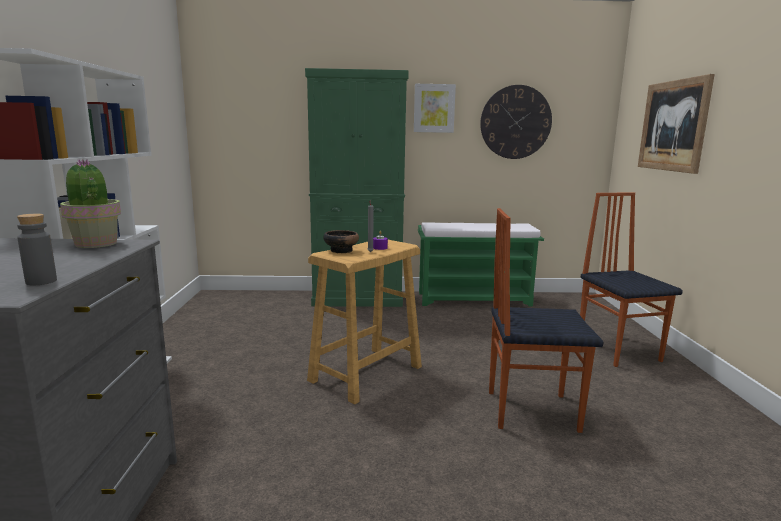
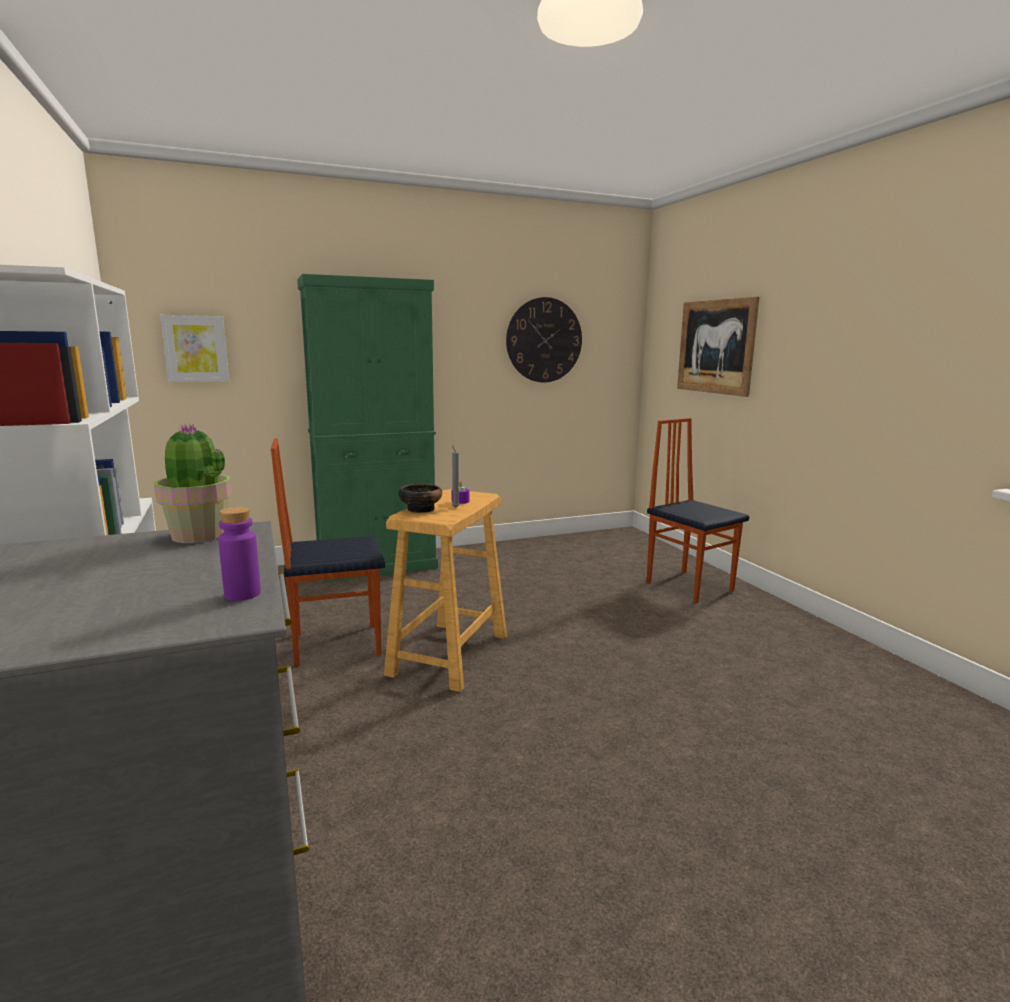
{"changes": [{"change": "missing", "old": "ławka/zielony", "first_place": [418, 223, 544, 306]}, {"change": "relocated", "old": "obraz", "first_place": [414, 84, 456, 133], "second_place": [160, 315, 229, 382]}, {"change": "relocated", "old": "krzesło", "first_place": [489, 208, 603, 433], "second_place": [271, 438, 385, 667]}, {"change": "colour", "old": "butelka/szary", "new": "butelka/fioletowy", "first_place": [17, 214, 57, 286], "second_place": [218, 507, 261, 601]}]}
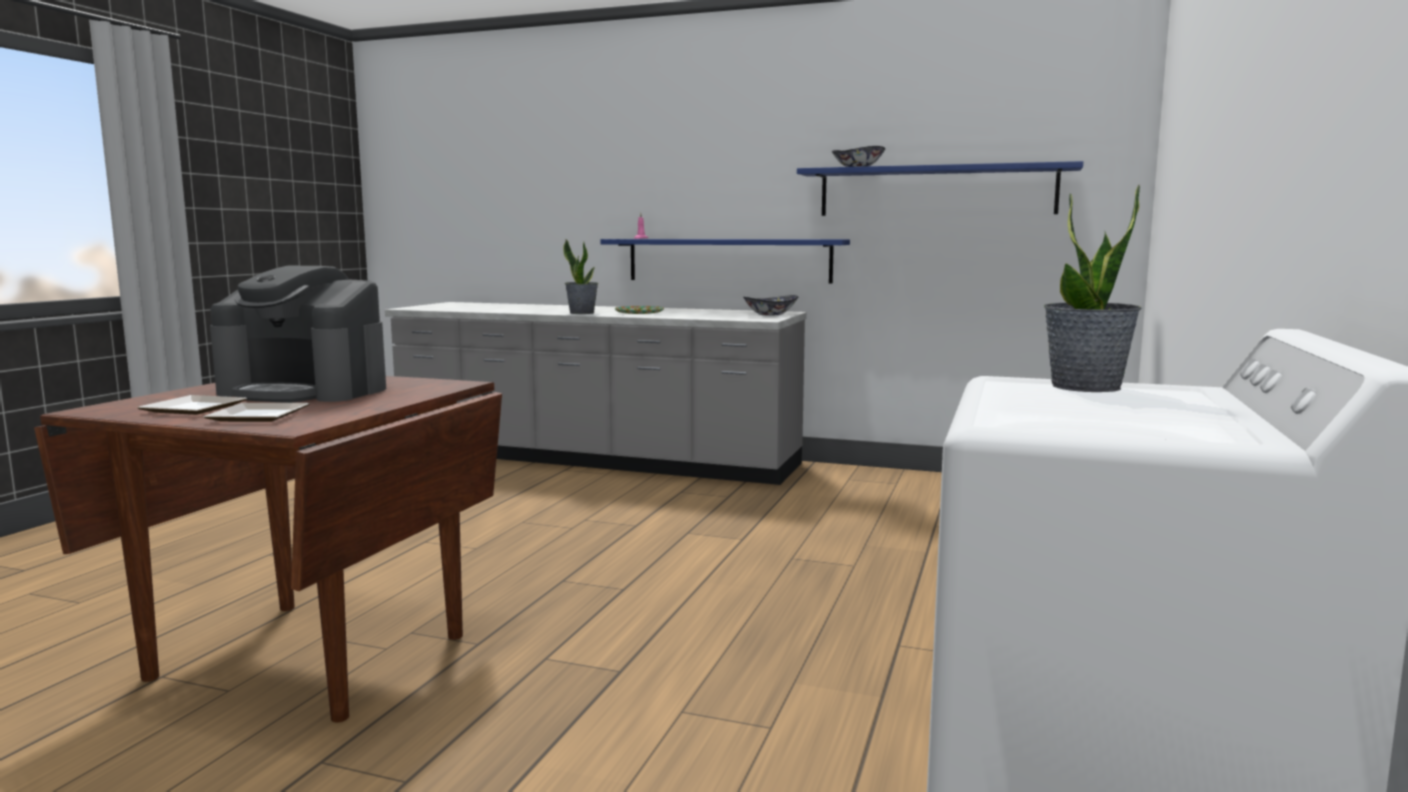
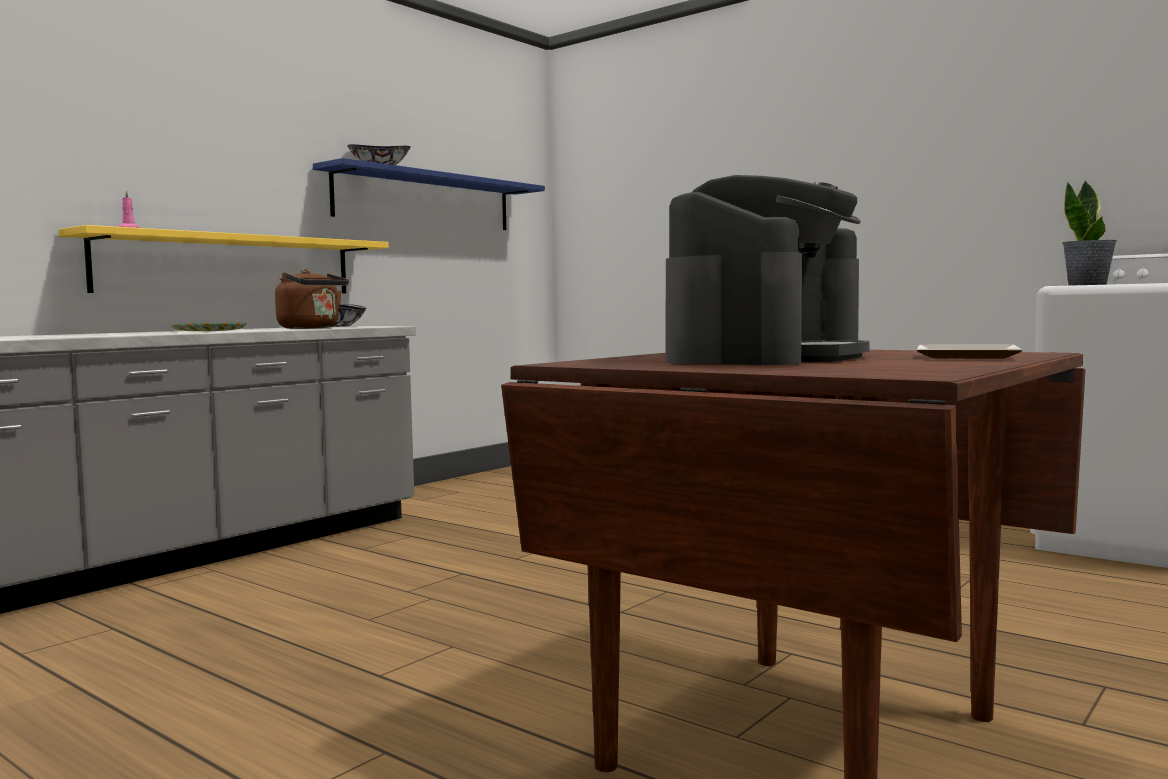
{"changes": [{"change": "missing", "old": "talerz", "first_place": [137, 395, 247, 415]}, {"change": "missing", "old": "roślina doniczkowa", "first_place": [563, 239, 598, 314]}, {"change": "appeared", "new": "czajnik/brązowy", "second_place": [275, 269, 349, 329]}, {"change": "colour", "old": "półka/niebieski", "new": "półka/żółty", "first_place": [600, 239, 850, 284], "second_place": [59, 225, 389, 293]}]}
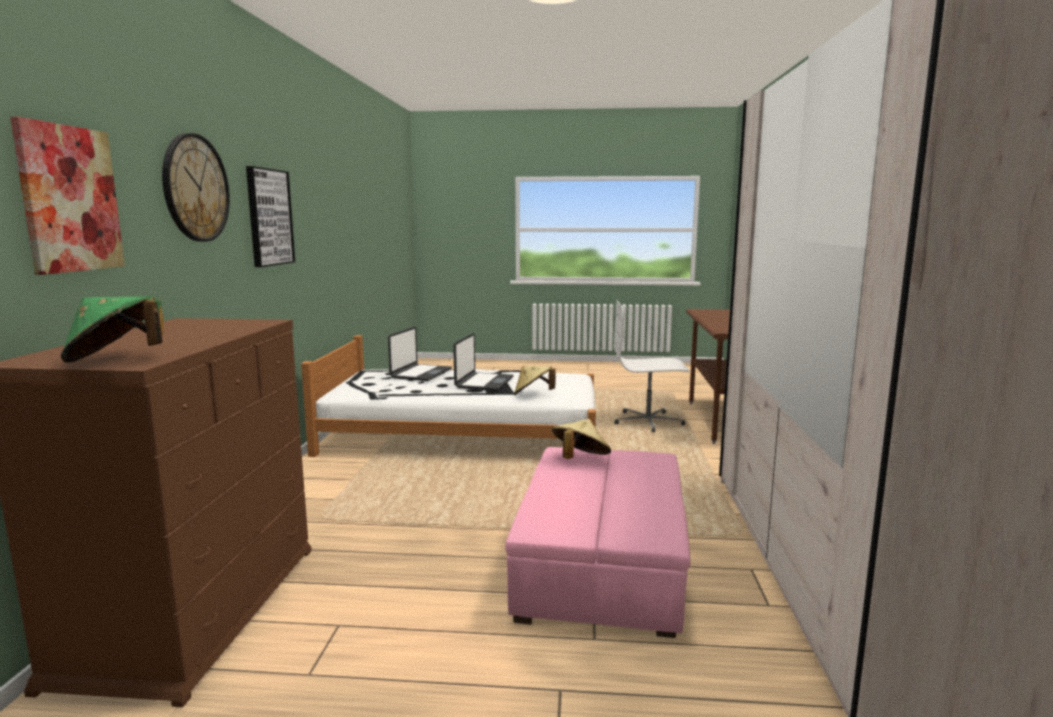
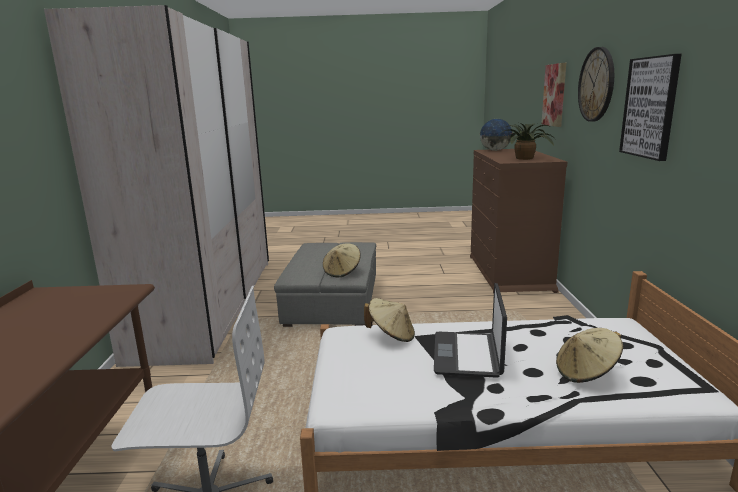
{"changes": [{"change": "appeared", "new": "roślina doniczkowa", "second_place": [502, 123, 554, 160]}, {"change": "exchanged", "old": "kapelusz/zielony", "new": "globus", "first_place": [61, 296, 164, 363], "second_place": [480, 119, 512, 151]}, {"change": "exchanged", "old": "laptop", "new": "kapelusz/beżowy", "first_place": [388, 327, 452, 381], "second_place": [556, 328, 623, 383]}, {"change": "colour", "old": "pufa/różowy", "new": "pufa/szary", "first_place": [505, 447, 691, 638], "second_place": [274, 242, 376, 327]}]}
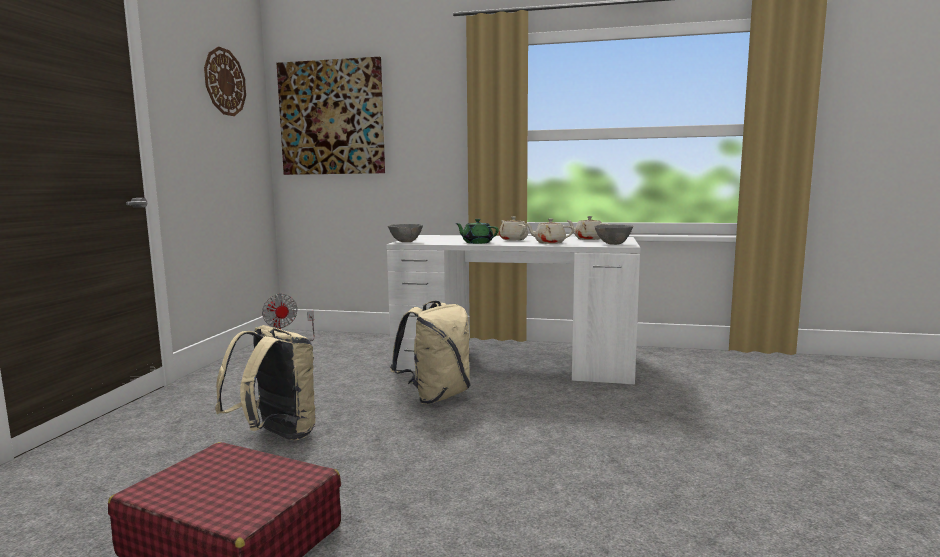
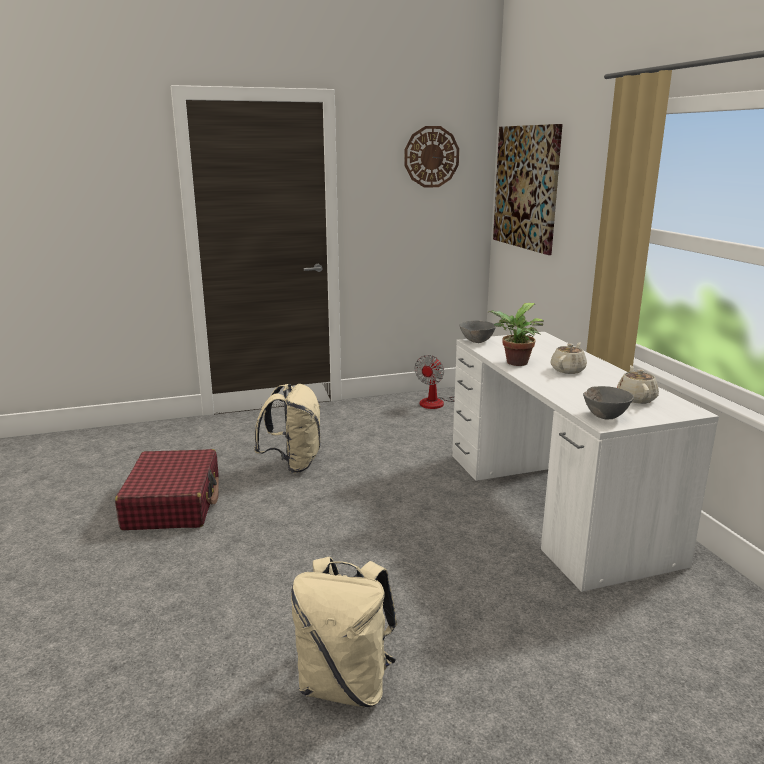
{"changes": [{"change": "missing", "old": "imbryk/beżowy", "first_place": [524, 218, 574, 244]}, {"change": "relocated", "old": "plecak/beżowy", "first_place": [390, 301, 470, 404], "second_place": [291, 556, 397, 707]}, {"change": "exchanged", "old": "imbryk/zielony", "new": "roślina doniczkowa", "first_place": [455, 219, 499, 244], "second_place": [488, 303, 544, 366]}]}
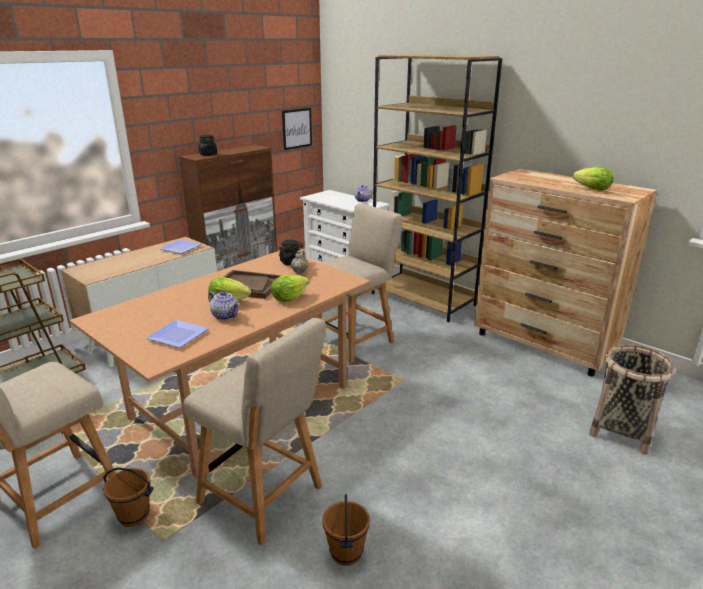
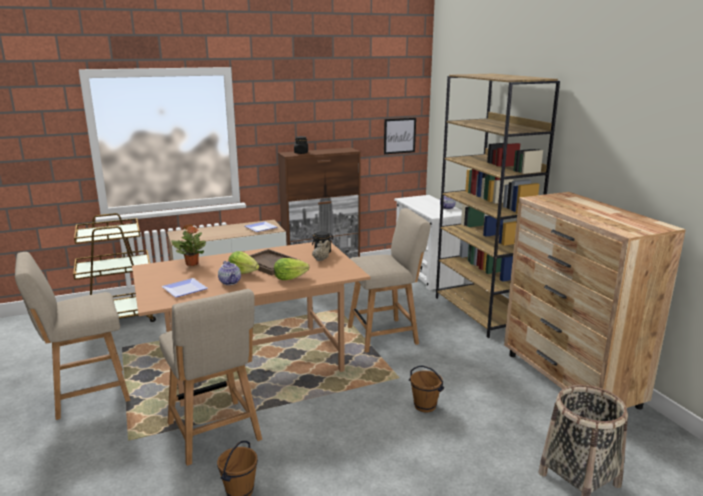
{"changes": [{"change": "missing", "old": "sałata", "first_place": [573, 167, 613, 191]}, {"change": "appeared", "new": "roślina doniczkowa", "second_place": [171, 224, 206, 266]}, {"change": "relocated", "old": "wiadro/brązowy", "first_place": [103, 467, 154, 527], "second_place": [409, 366, 444, 413]}]}
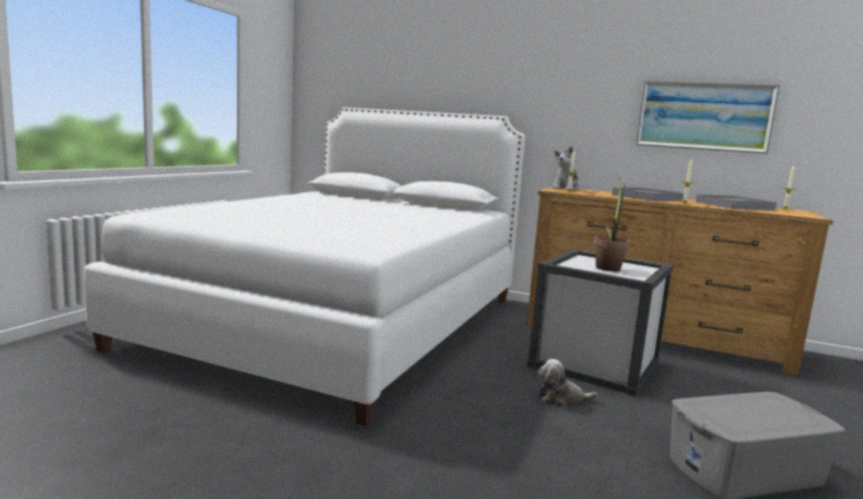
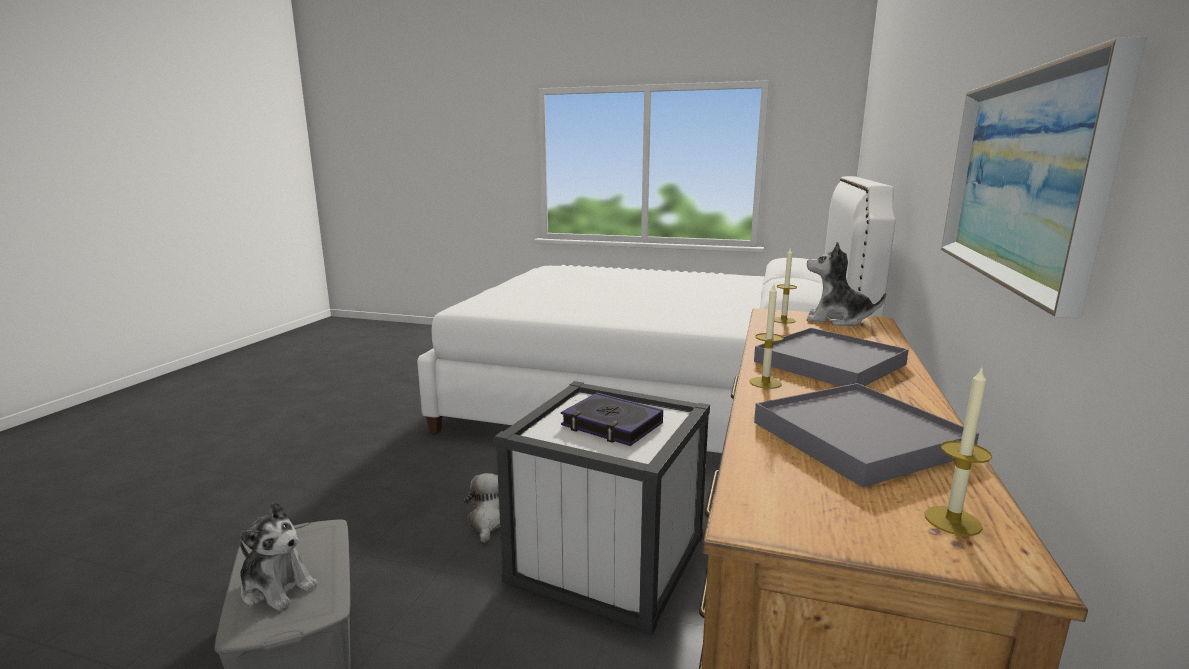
{"changes": [{"change": "appeared", "new": "pluszak", "second_place": [240, 502, 318, 611]}, {"change": "exchanged", "old": "roślina doniczkowa", "new": "książka", "first_place": [593, 177, 630, 271], "second_place": [561, 393, 663, 446]}]}
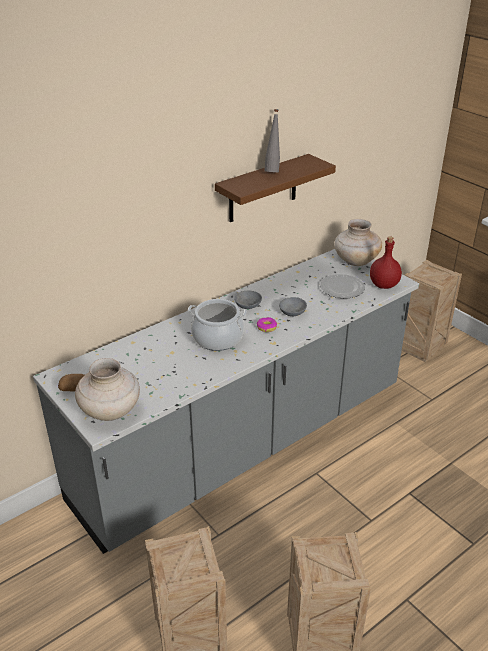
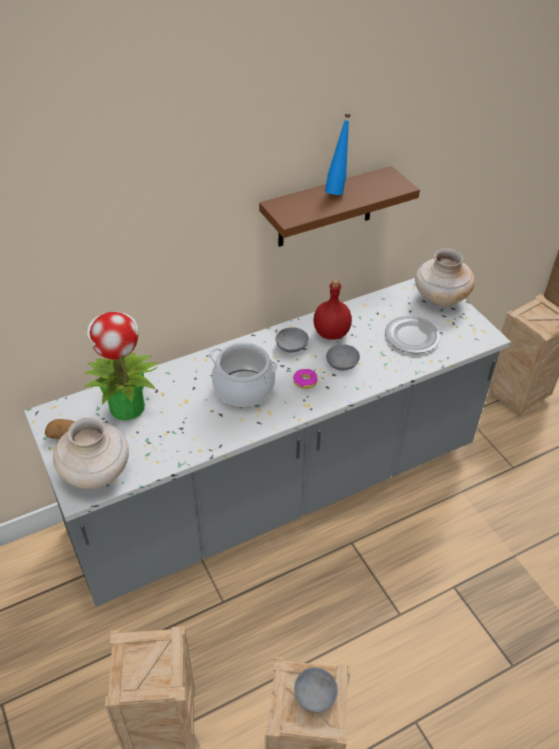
{"changes": [{"change": "appeared", "new": "roślina doniczkowa", "second_place": [84, 312, 159, 421]}, {"change": "appeared", "new": "miska/szary", "second_place": [294, 667, 338, 713]}, {"change": "relocated", "old": "butelka/czerwony", "first_place": [370, 236, 402, 289], "second_place": [313, 279, 352, 340]}, {"change": "colour", "old": "butelka/szary", "new": "butelka/niebieski", "first_place": [264, 109, 280, 172], "second_place": [325, 114, 350, 195]}]}
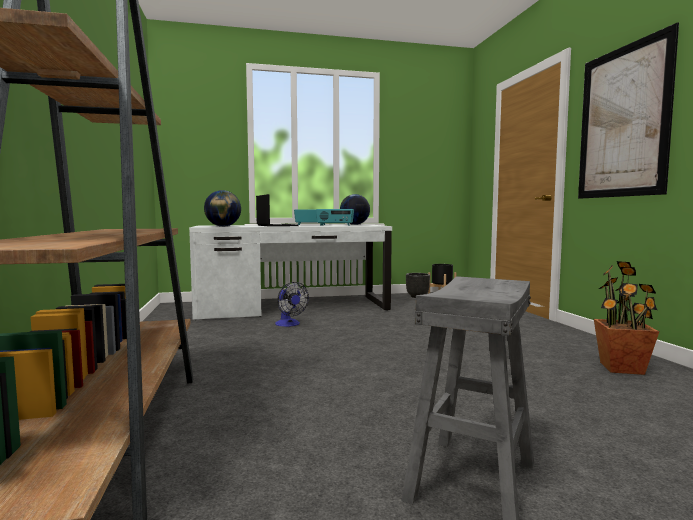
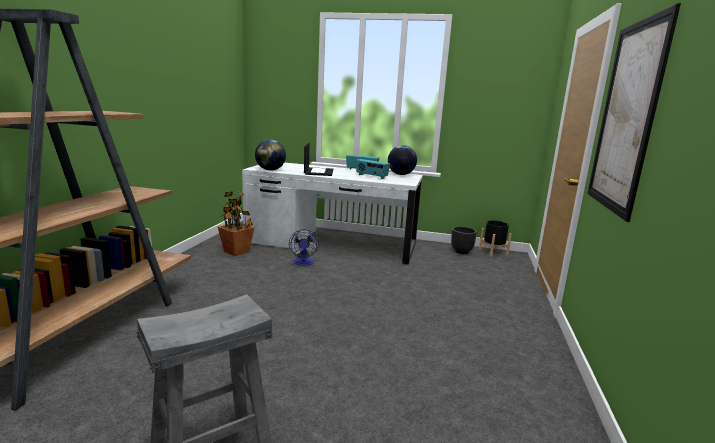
{"changes": [{"change": "relocated", "old": "roślina doniczkowa", "first_place": [594, 261, 659, 375], "second_place": [218, 190, 255, 256]}]}
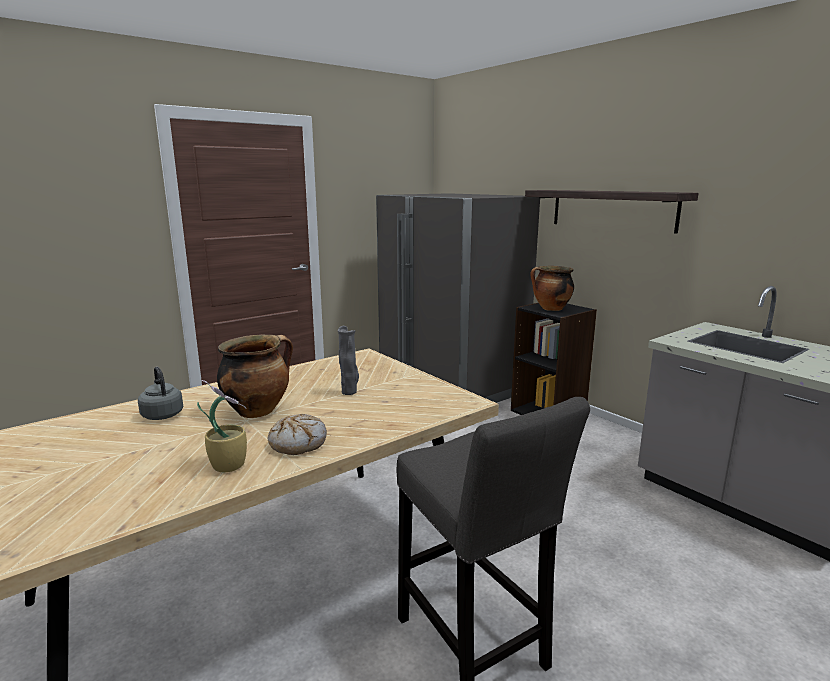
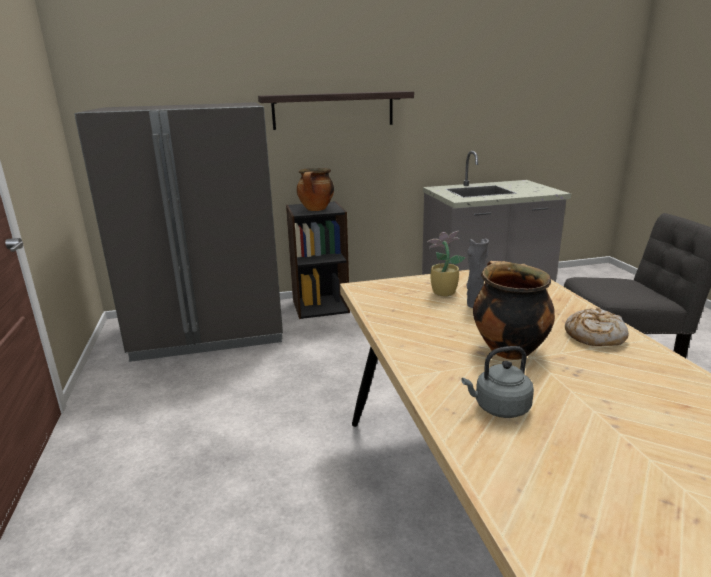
{"changes": [{"change": "relocated", "old": "roślina doniczkowa", "first_place": [197, 380, 247, 472], "second_place": [427, 231, 466, 296]}]}
